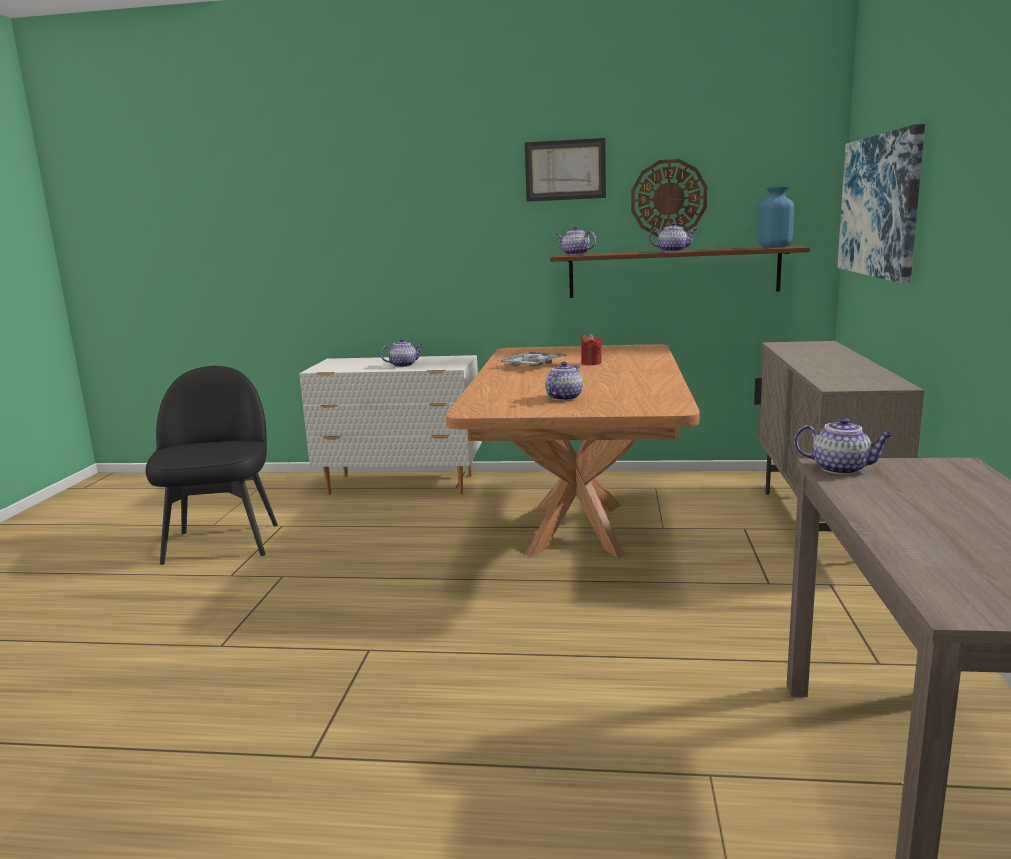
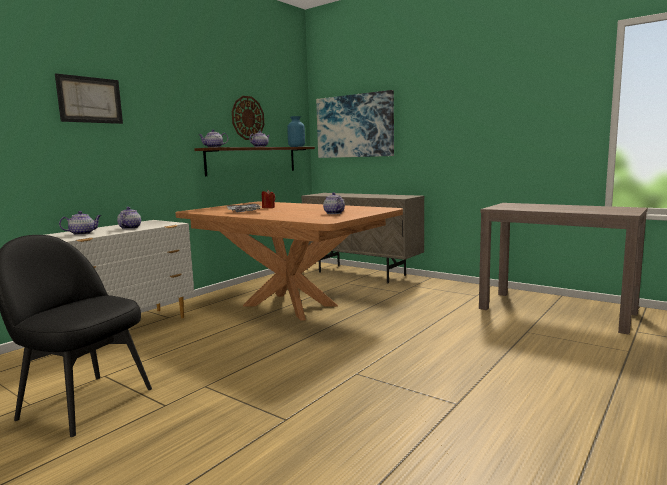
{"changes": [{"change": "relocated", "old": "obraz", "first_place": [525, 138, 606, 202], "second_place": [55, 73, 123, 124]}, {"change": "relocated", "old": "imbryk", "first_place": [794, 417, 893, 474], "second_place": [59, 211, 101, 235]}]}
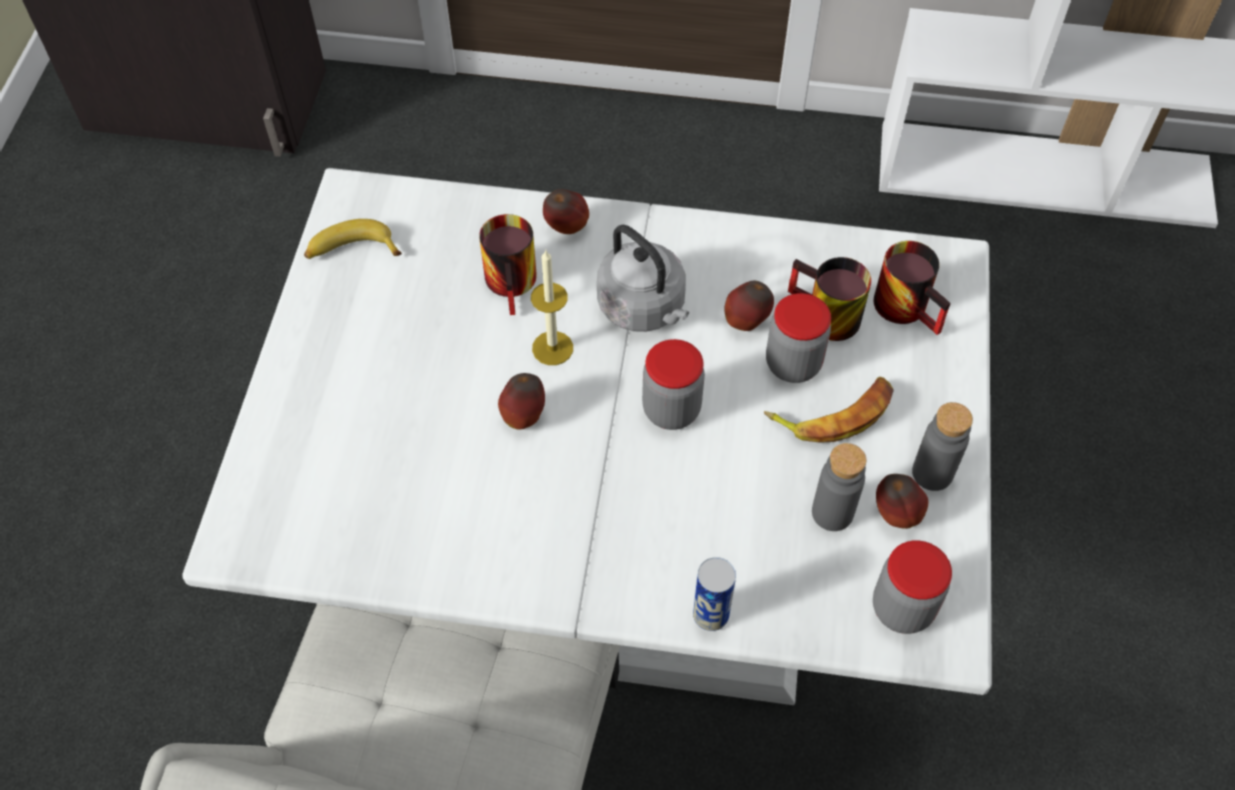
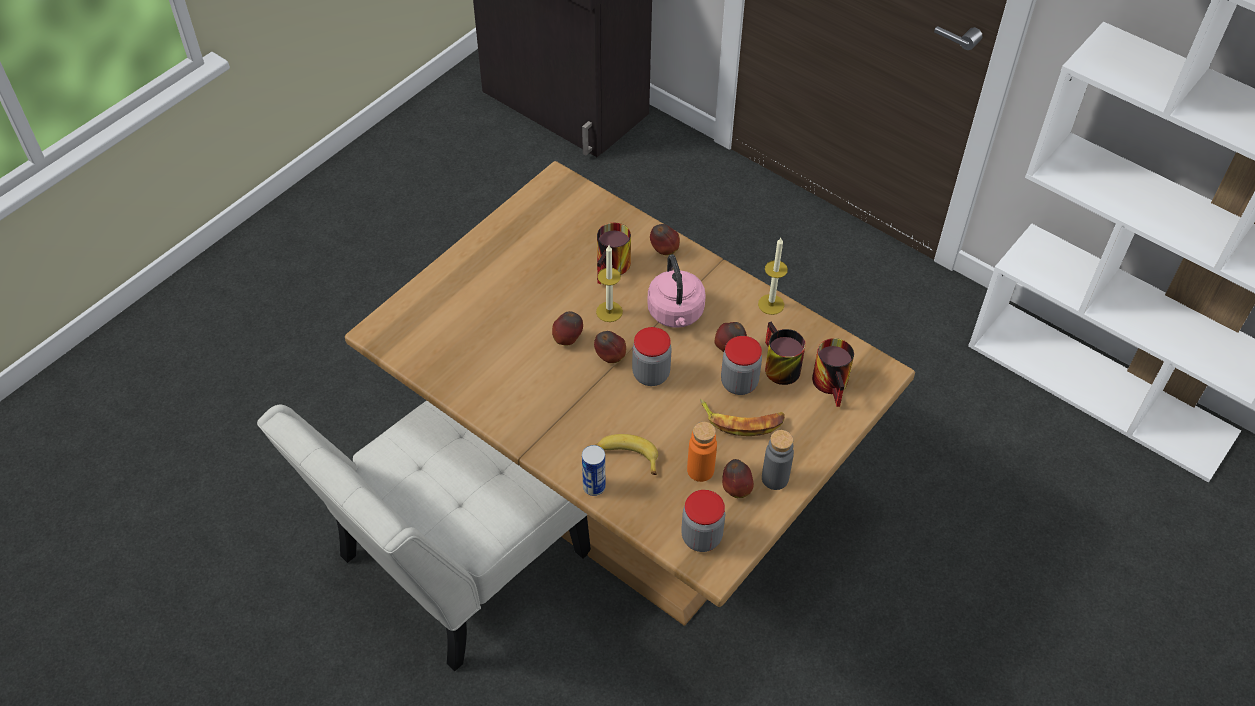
{"changes": [{"change": "appeared", "new": "jabłko", "second_place": [594, 331, 626, 363]}, {"change": "appeared", "new": "świeca", "second_place": [758, 238, 788, 315]}, {"change": "relocated", "old": "banan", "first_place": [304, 219, 402, 259], "second_place": [596, 434, 658, 475]}, {"change": "colour", "old": "stół jadalny/biały", "new": "stół jadalny/brązowy", "first_place": [182, 168, 992, 705], "second_place": [345, 161, 915, 626]}, {"change": "colour", "old": "czajnik/szary", "new": "czajnik/różowy", "first_place": [597, 225, 689, 332], "second_place": [647, 254, 706, 328]}, {"change": "colour", "old": "butelka/szary", "new": "butelka/pomarańczowy", "first_place": [812, 443, 866, 531], "second_place": [687, 422, 717, 482]}]}
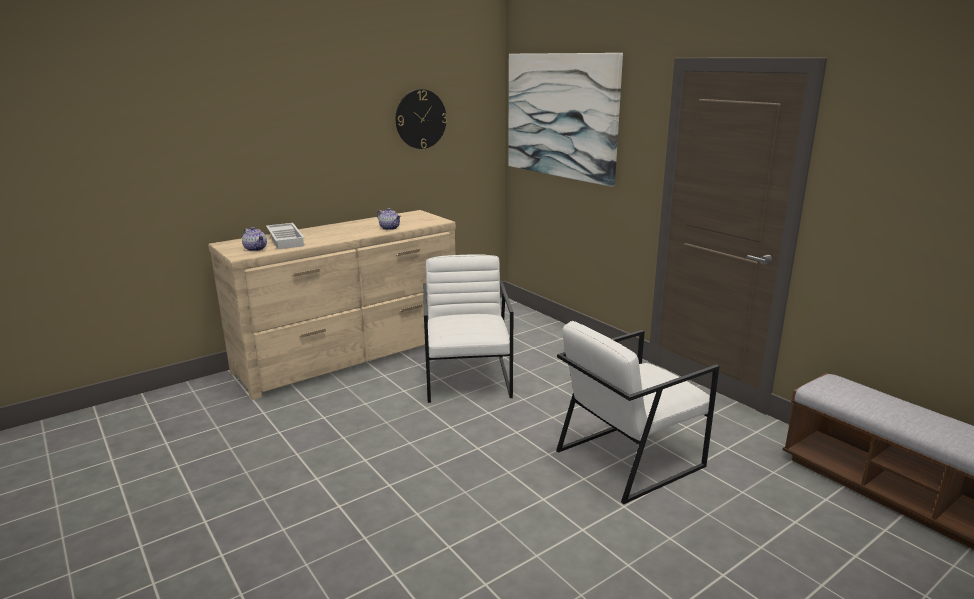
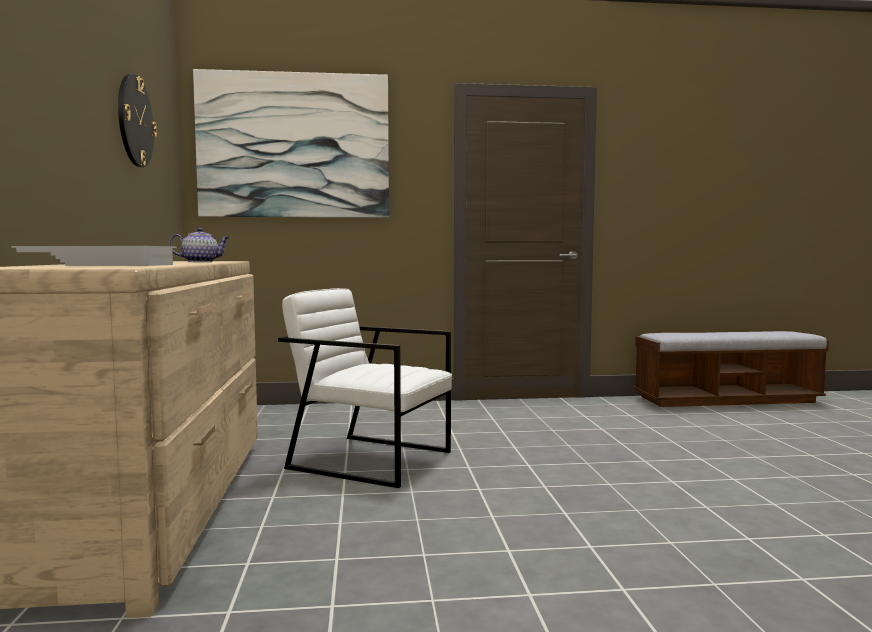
{"changes": [{"change": "missing", "old": "imbryk", "first_place": [242, 227, 267, 251]}, {"change": "missing", "old": "fotel/biały", "first_place": [556, 321, 720, 504]}]}
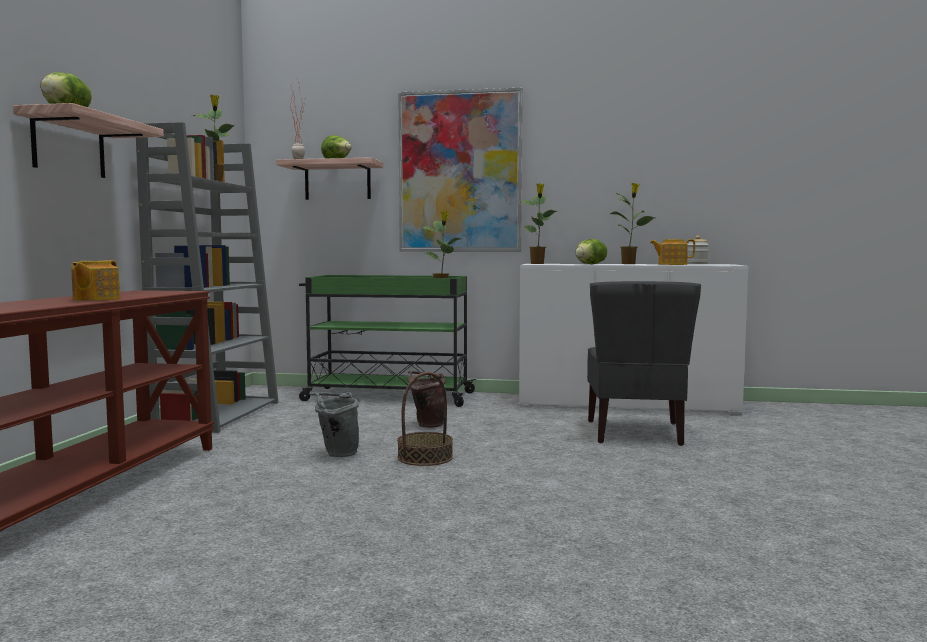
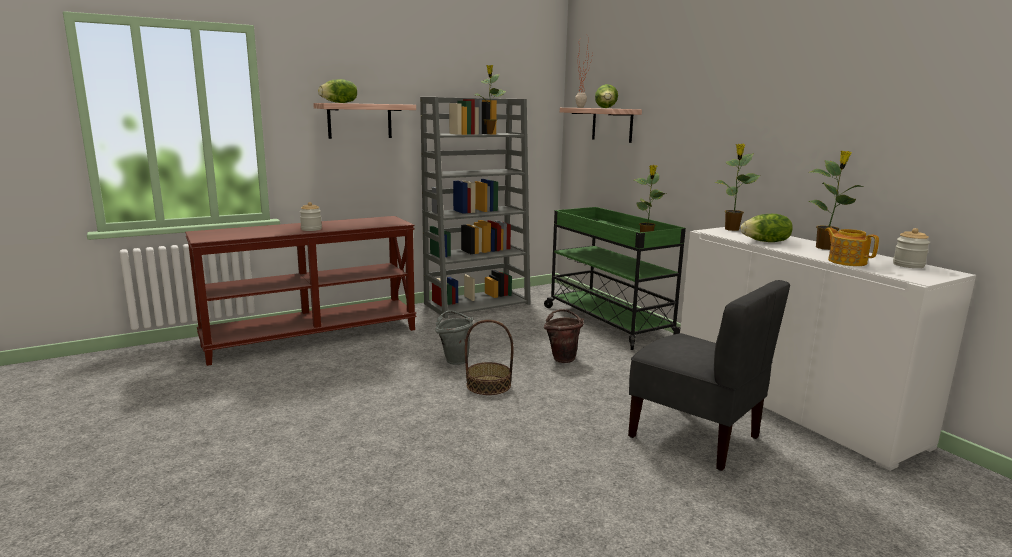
{"changes": [{"change": "missing", "old": "obraz", "first_place": [398, 88, 522, 252]}, {"change": "exchanged", "old": "imbryk", "new": "słoik", "first_place": [71, 260, 120, 301], "second_place": [300, 202, 322, 231]}, {"change": "spun", "old": "krzesło/szary", "first_place": [587, 281, 701, 446], "second_place": [628, 280, 790, 471], "degrees": -105}]}
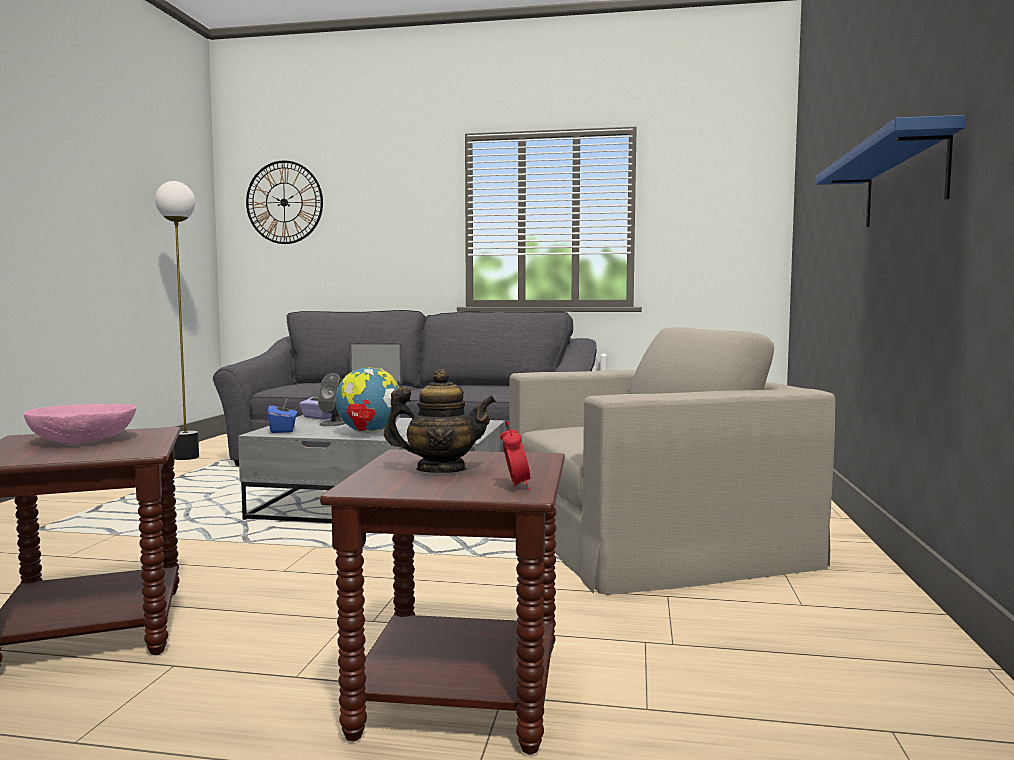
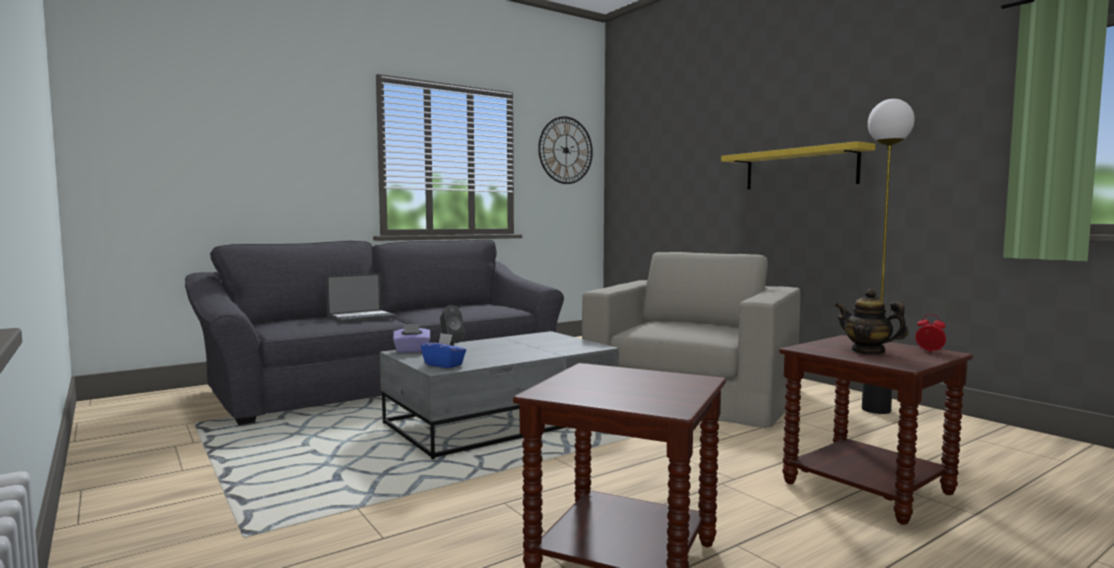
{"changes": [{"change": "missing", "old": "miska/różowy", "first_place": [24, 404, 136, 443]}, {"change": "missing", "old": "globus", "first_place": [335, 367, 400, 434]}, {"change": "relocated", "old": "lampa stojąca", "first_place": [155, 181, 199, 460], "second_place": [862, 99, 915, 414]}, {"change": "relocated", "old": "zegar ścienny", "first_place": [246, 161, 323, 244], "second_place": [538, 116, 593, 184]}, {"change": "colour", "old": "półka/niebieski", "new": "półka/żółty", "first_place": [816, 115, 966, 227], "second_place": [721, 141, 875, 190]}, {"change": "spun", "old": "imbryk", "first_place": [384, 369, 496, 473], "second_place": [835, 289, 908, 355], "degrees": -90}]}
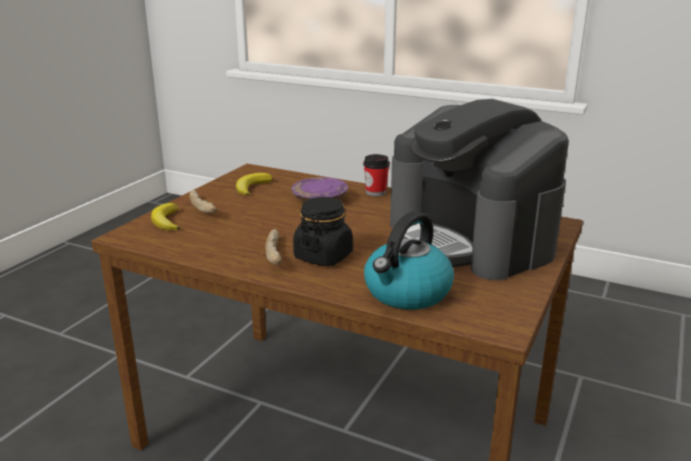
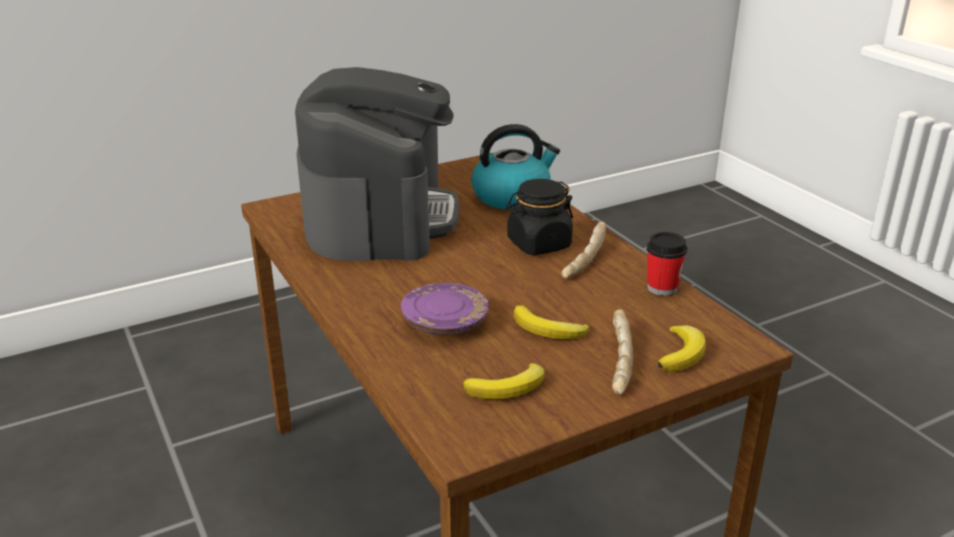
{"changes": [{"change": "appeared", "new": "banan", "second_place": [513, 305, 589, 339]}, {"change": "relocated", "old": "filiżanka", "first_place": [363, 154, 390, 196], "second_place": [647, 232, 687, 296]}]}
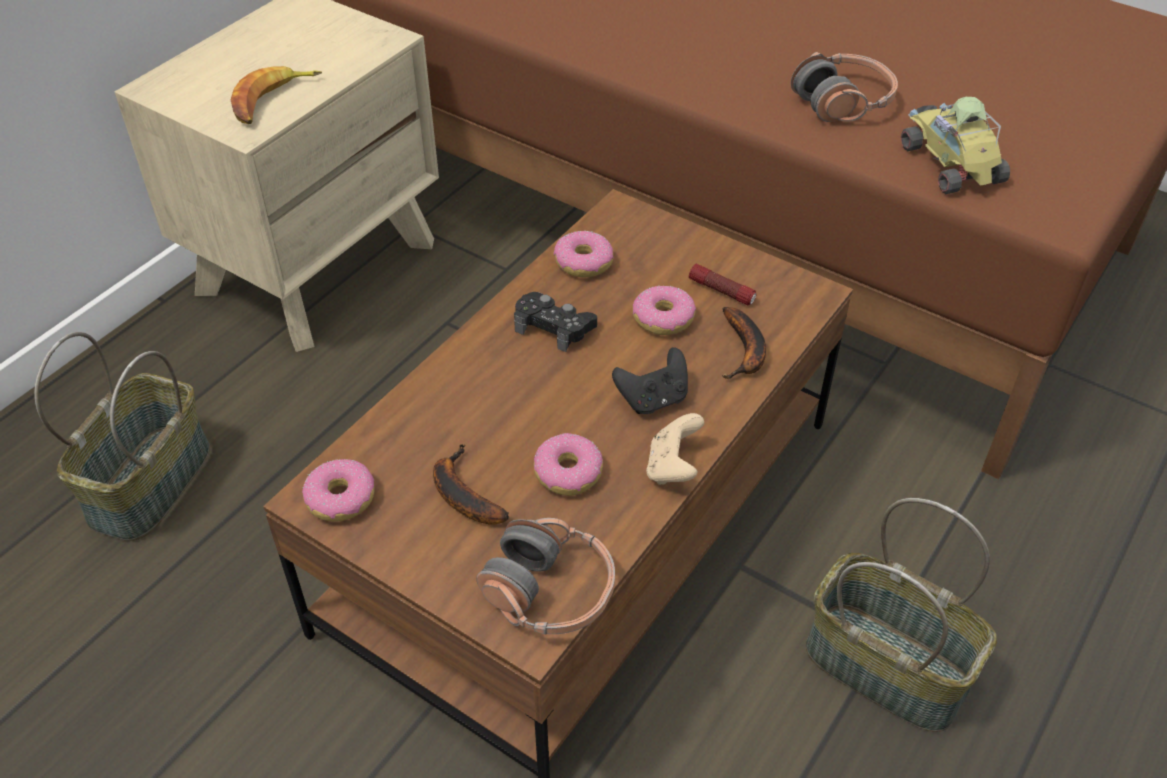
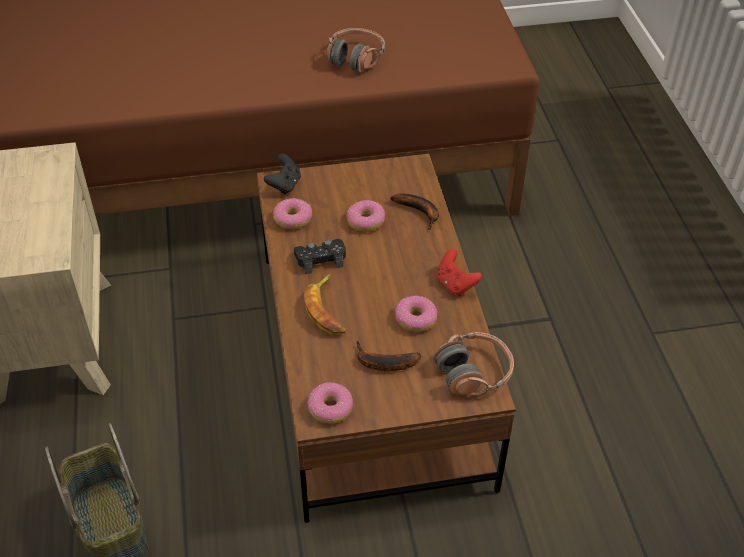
{"changes": [{"change": "missing", "old": "latarka", "first_place": [689, 264, 756, 305]}, {"change": "missing", "old": "koszyk", "first_place": [806, 498, 997, 732]}, {"change": "missing", "old": "samochodzik", "first_place": [901, 97, 1010, 194]}, {"change": "relocated", "old": "banan", "first_place": [231, 66, 322, 124], "second_place": [304, 274, 345, 335]}, {"change": "relocated", "old": "pad do gier/czarny", "first_place": [612, 347, 688, 414], "second_place": [264, 153, 301, 195]}, {"change": "colour", "old": "pad do gier/beżowy", "new": "pad do gier/czerwony", "first_place": [646, 413, 704, 485], "second_place": [436, 249, 482, 296]}]}
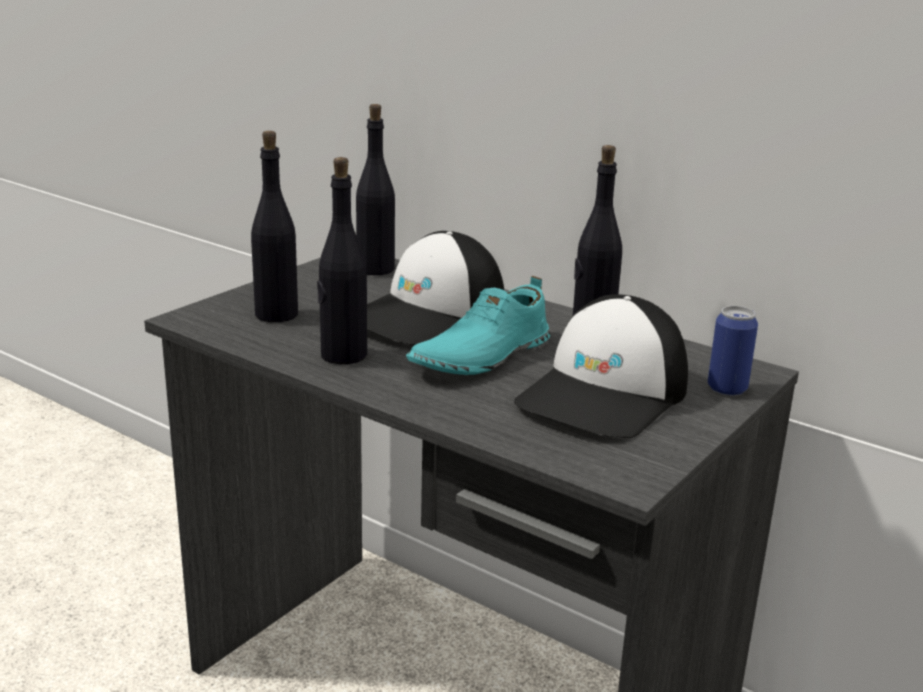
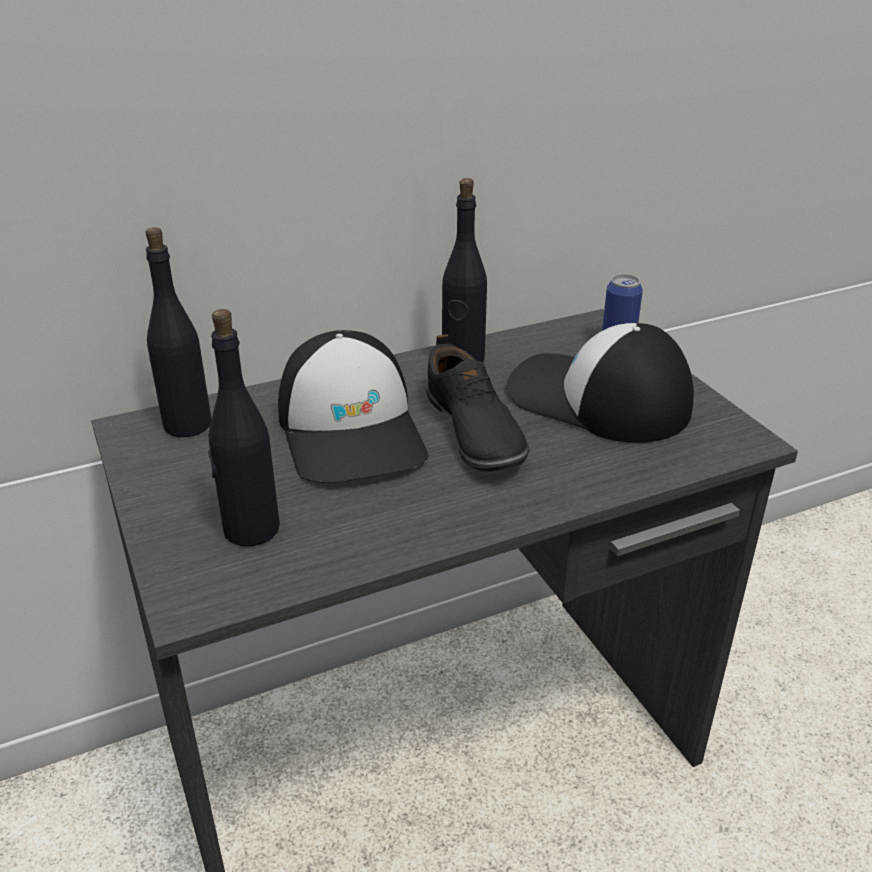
{"changes": [{"change": "missing", "old": "butelka/czarny", "first_place": [317, 157, 367, 364]}, {"change": "colour", "old": "but/turkusowy", "new": "but/czarny", "first_place": [406, 276, 551, 375], "second_place": [426, 334, 529, 471]}, {"change": "spun", "old": "czapka z daszkiem", "first_place": [514, 294, 688, 438], "second_place": [507, 323, 694, 443], "degrees": 150}]}
